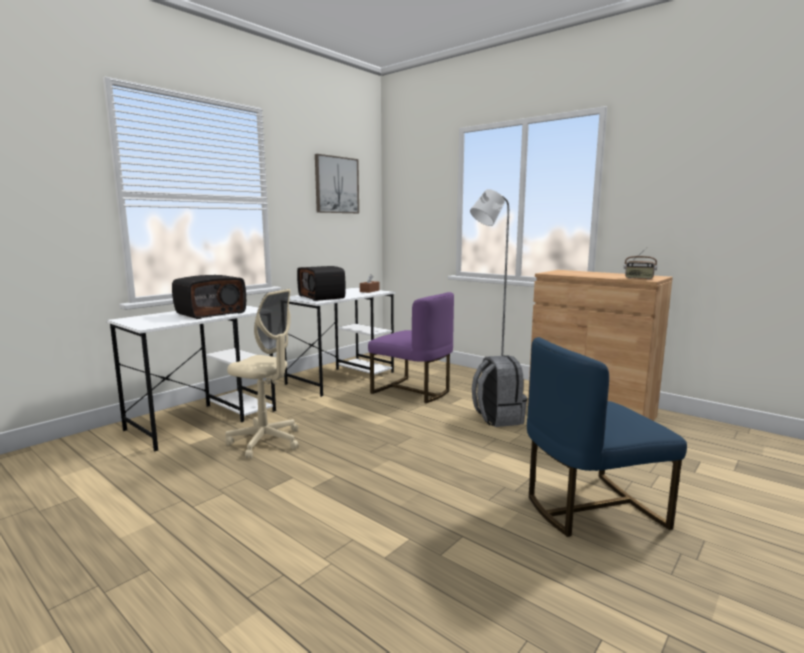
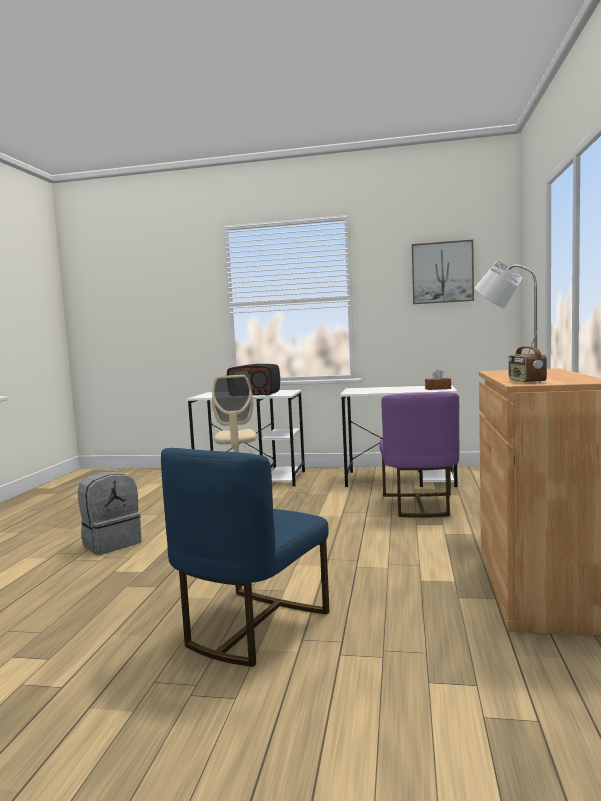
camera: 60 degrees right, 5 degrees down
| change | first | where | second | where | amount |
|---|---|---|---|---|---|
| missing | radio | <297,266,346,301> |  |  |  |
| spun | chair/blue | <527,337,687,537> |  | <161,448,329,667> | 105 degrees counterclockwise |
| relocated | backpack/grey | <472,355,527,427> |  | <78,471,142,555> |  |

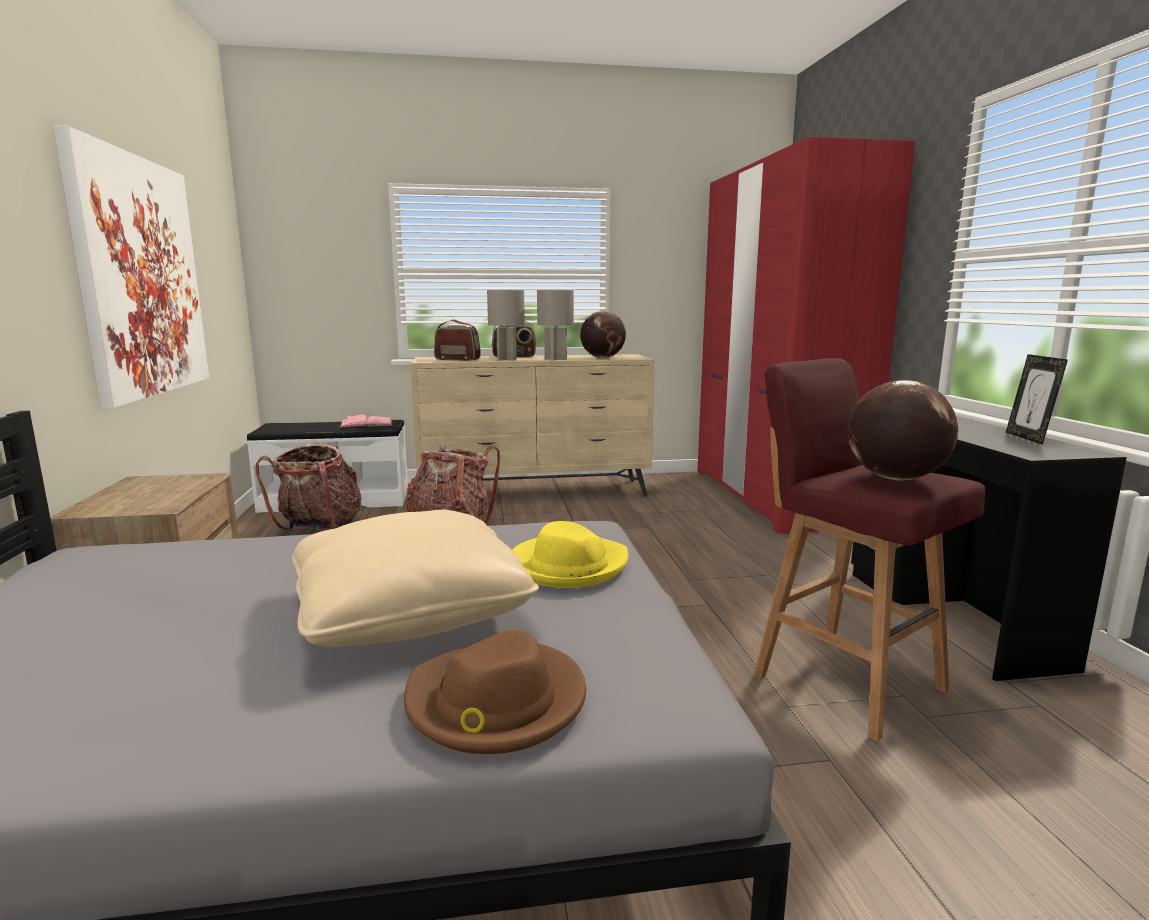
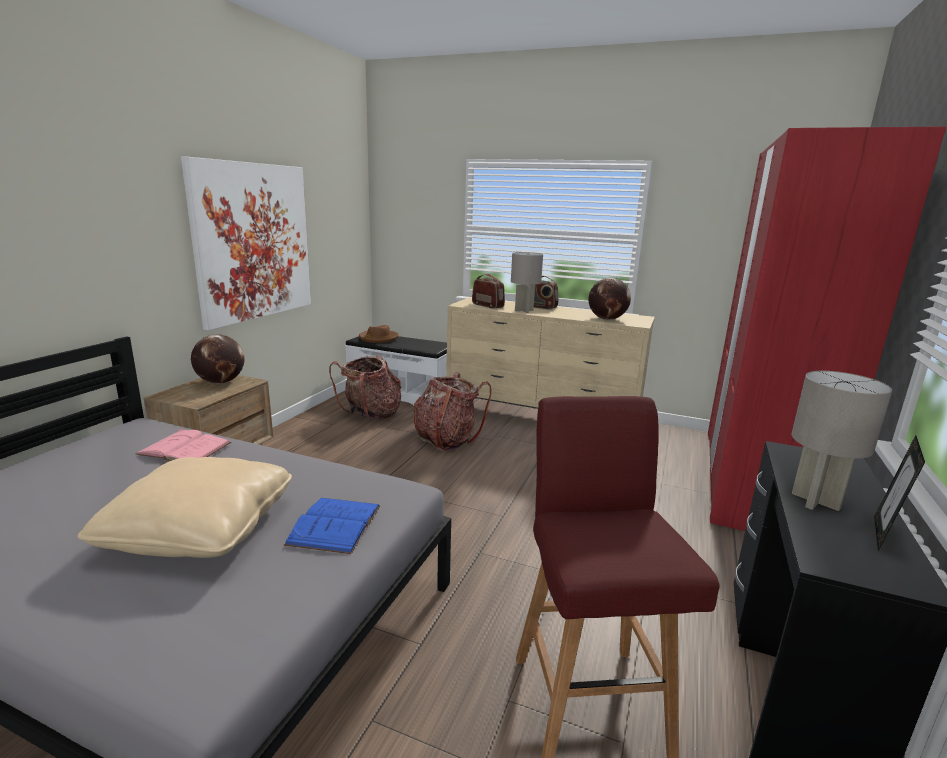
camera: 30 degrees right, 5 degrees up
| change | first | where | second | where | amount |
|---|---|---|---|---|---|
| relocated | table lamp/grey | <537,290,574,361> |  | <791,371,892,511> |  |
| relocated | globe | <848,380,958,481> |  | <191,334,245,384> |  |
| relocated | book/pink | <340,415,392,428> |  | <135,429,231,461> |  |
| exchanged | hat/yellow | <512,521,628,588> | book/blue | <284,498,380,554> |  |
| relocated | hat/brown | <404,630,586,754> |  | <359,325,399,343> |  |

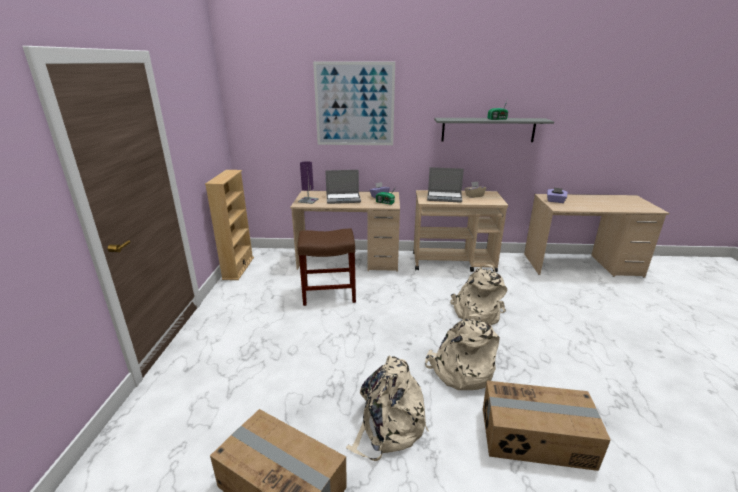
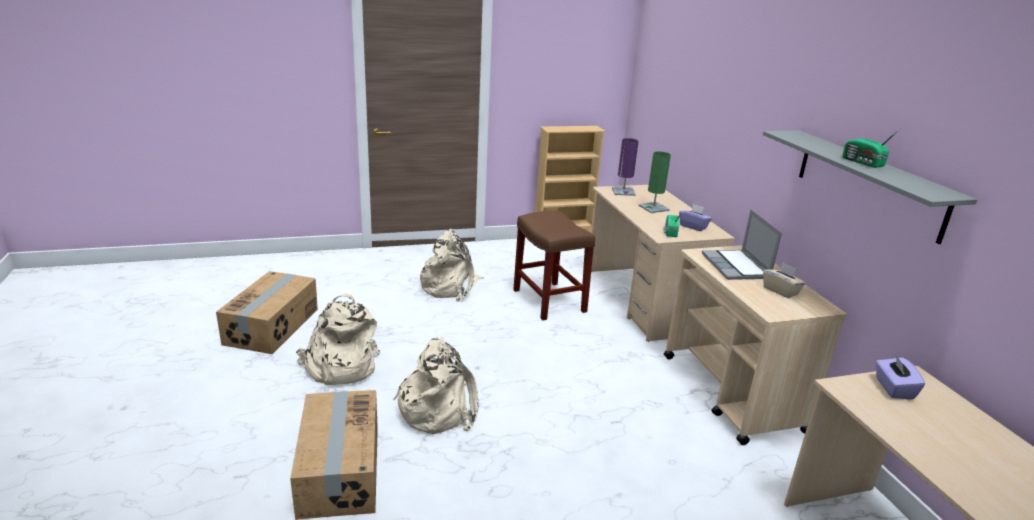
camera: 70 degrees right, 0 degrees up
| change | first | where | second | where | amount |
|---|---|---|---|---|---|
| missing | picture | <313,62,395,145> |  |  |  |
| exchanged | laptop | <325,170,361,204> | table lamp/green | <638,151,671,213> |  |
| relocated | backpack/beige | <450,264,507,325> |  | <420,229,485,301> |  |

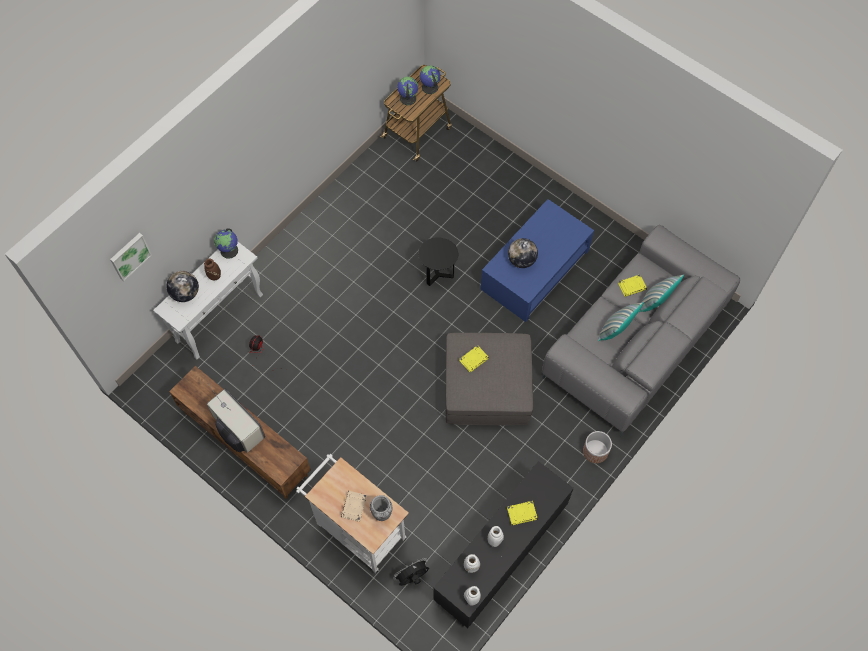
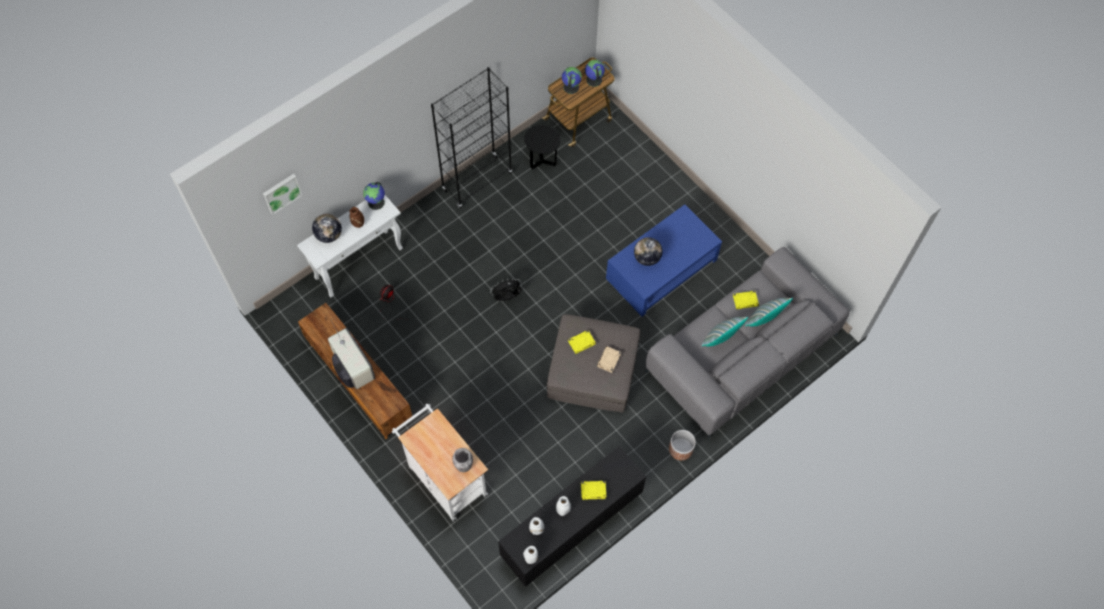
camera: 10 degrees right, 0 degrees up
| change | first | where | second | where | amount |
|---|---|---|---|---|---|
| relocated | side table/black | <418,237,458,286> |  | <524,125,561,170> |  |
| relocated | book/beige | <341,491,367,522> |  | <597,346,621,373> |  |
| relocated | fan/black | <393,558,429,586> |  | <490,278,522,301> |  |
| appeared |  |  | bookcase/black | <431,67,512,208> |  |

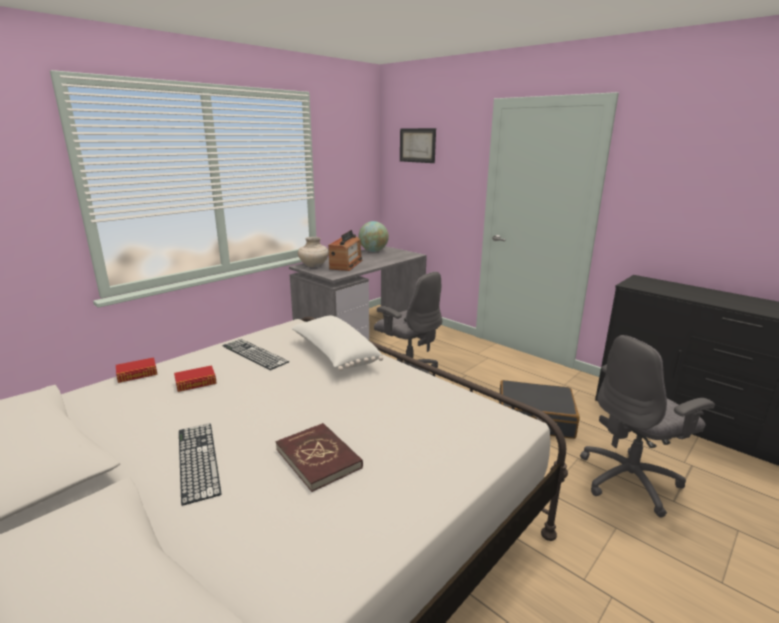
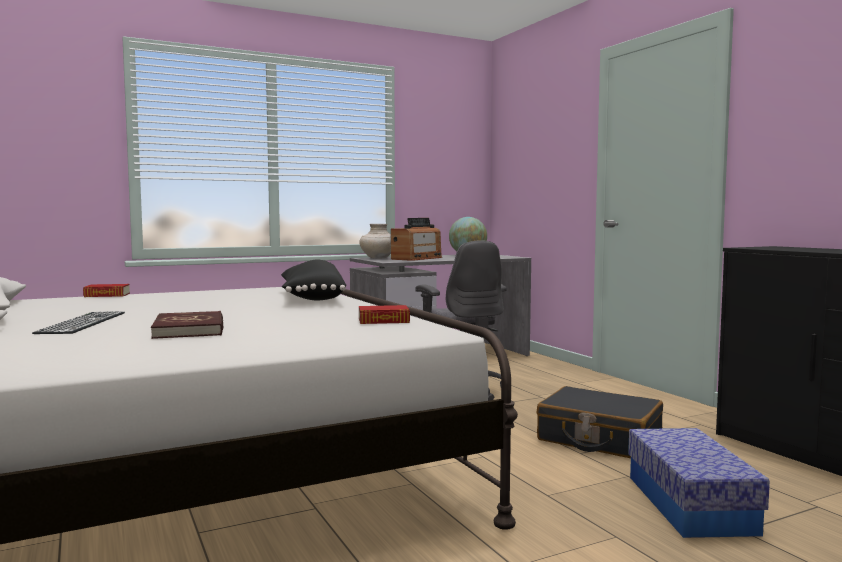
camera: 20 degrees right, 15 degrees down
| change | first | where | second | where | amount |
|---|---|---|---|---|---|
| missing | picture | <400,128,436,163> |  |  |  |
| colour | pillow/white | <292,316,383,371> | pillow/black | <281,260,346,300> |  |
| exchanged | office chair/grey | <580,335,715,517> | storage box | <628,428,770,538> |  |
| missing | keyboard | <222,339,289,370> |  |  |  |
| relocated | book | <174,365,217,392> |  | <359,305,410,324> |  |

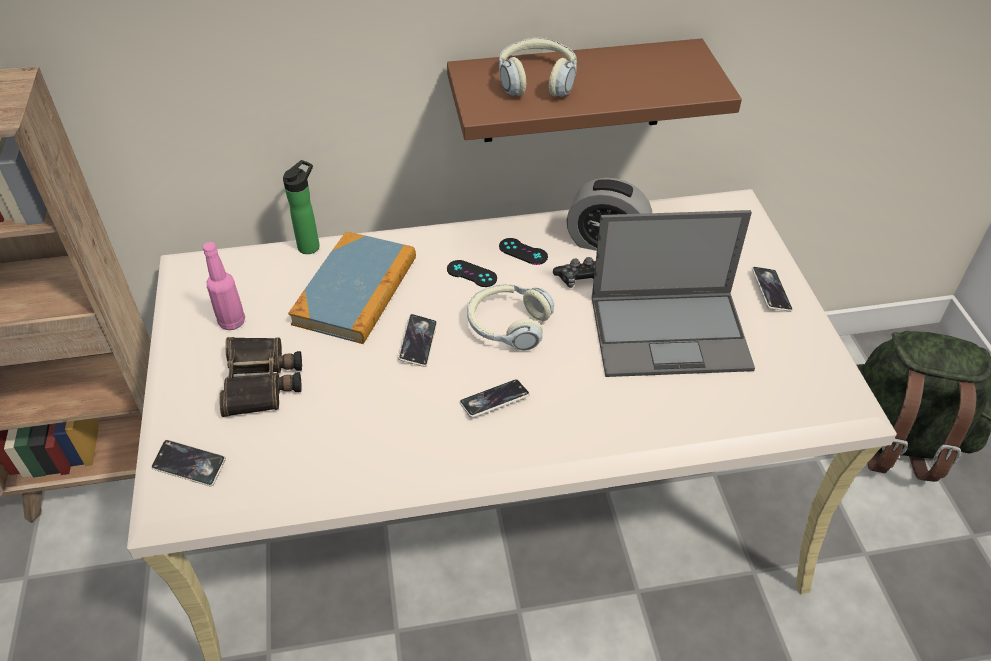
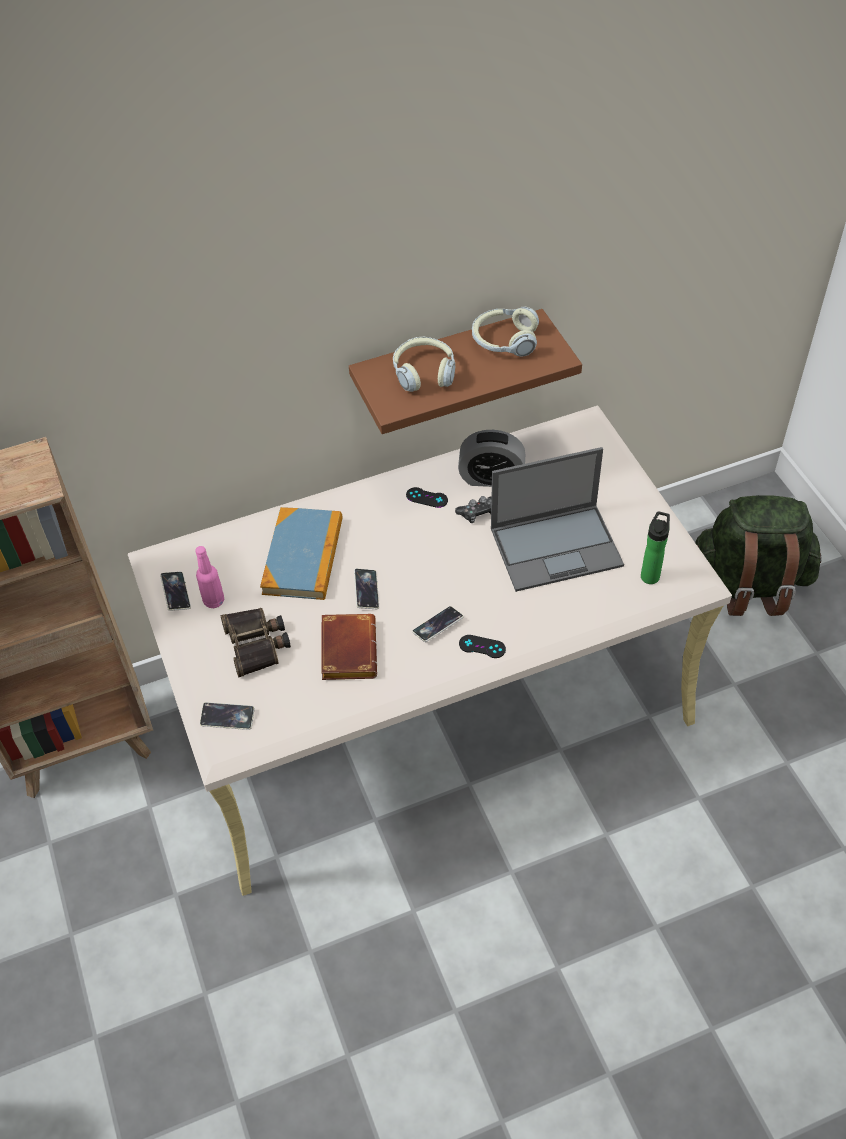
camera: 10 degrees left, 5 degrees up
| change | first | where | second | where | amount |
|---|---|---|---|---|---|
| relocated | bottle | <283,160,320,254> |  | <641,511,670,584> |  |
| relocated | game controller/black | <447,260,497,287> |  | <459,635,506,658> |  |
| relocated | phone | <752,267,793,312> |  | <160,572,191,611> |  |
| relocated | headphones | <467,284,554,351> |  | <472,307,539,357> |  |
| appeared |  |  | book/brown | <322,614,377,680> |  |

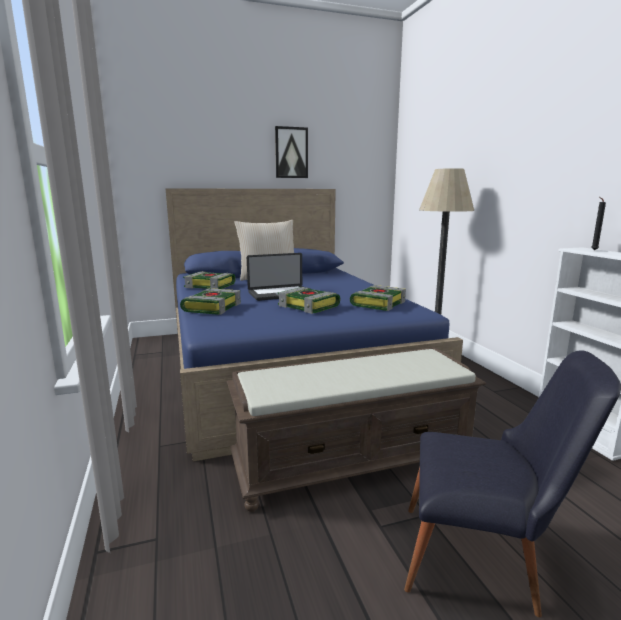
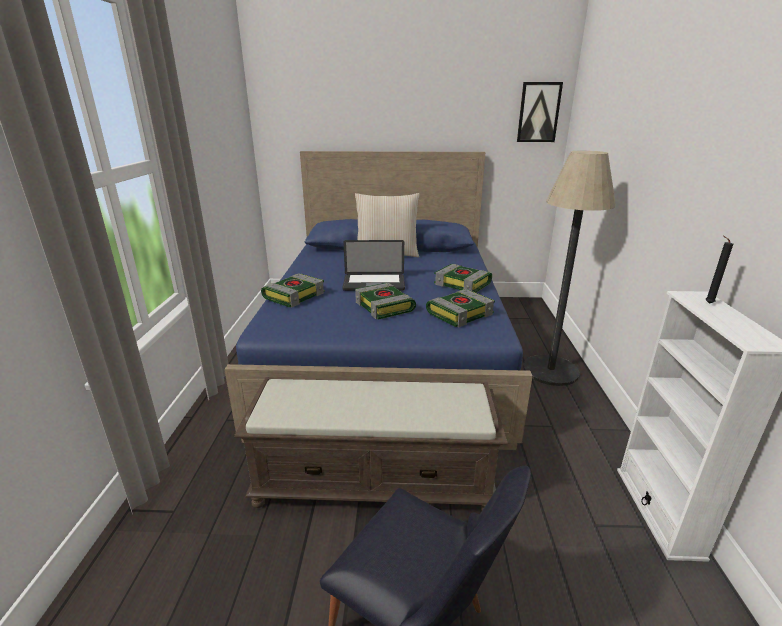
camera: 20 degrees right, 10 degrees up
| change | first | where | second | where | amount |
|---|---|---|---|---|---|
| relocated | picture | <275,126,308,178> |  | <517,82,563,142> |  |
| relocated | book | <183,271,236,289> |  | <434,264,492,292> |  |

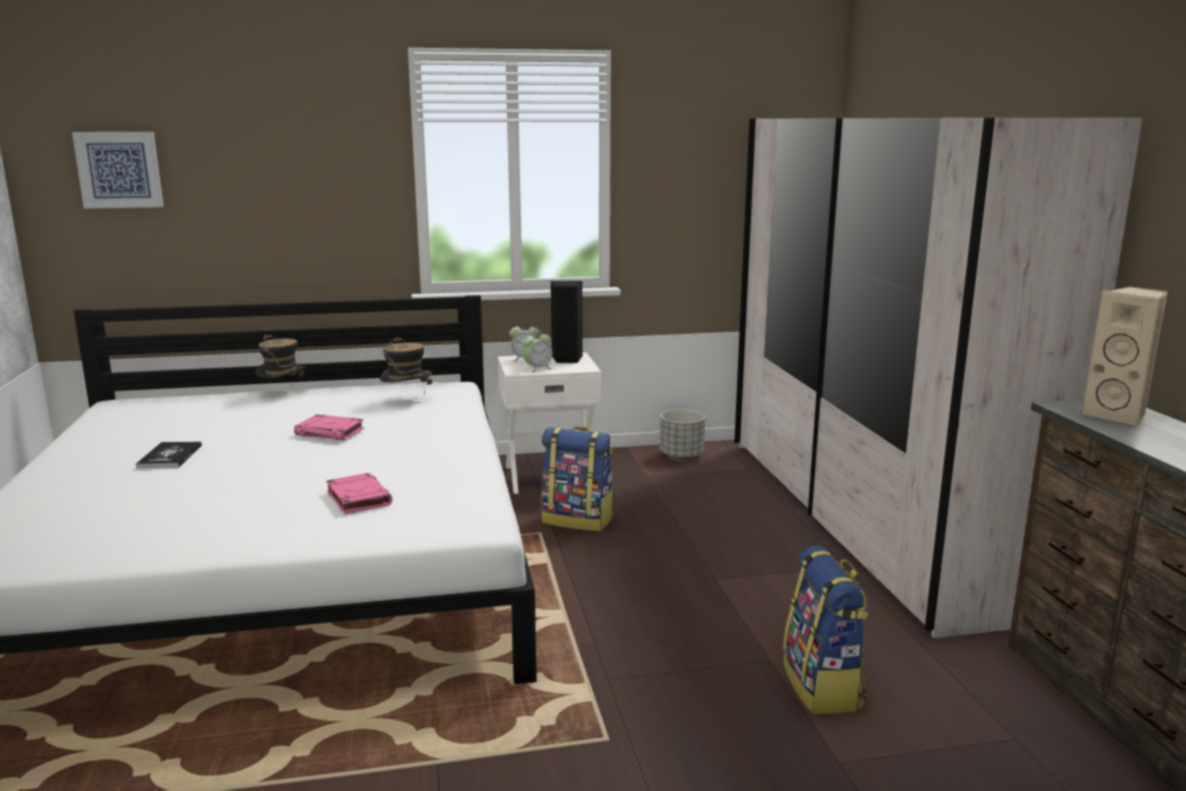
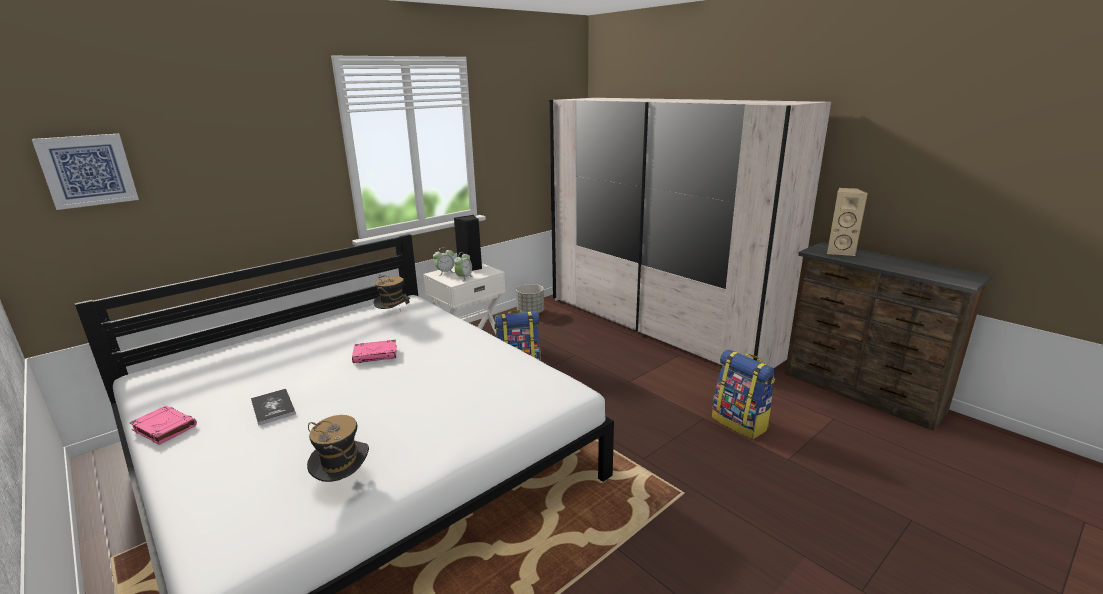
camera: 30 degrees left, 5 degrees up
| change | first | where | second | where | amount |
|---|---|---|---|---|---|
| relocated | hat | <255,334,306,387> |  | <307,415,369,482> |  |
| relocated | book/pink | <326,473,392,514> |  | <129,406,197,445> |  |

